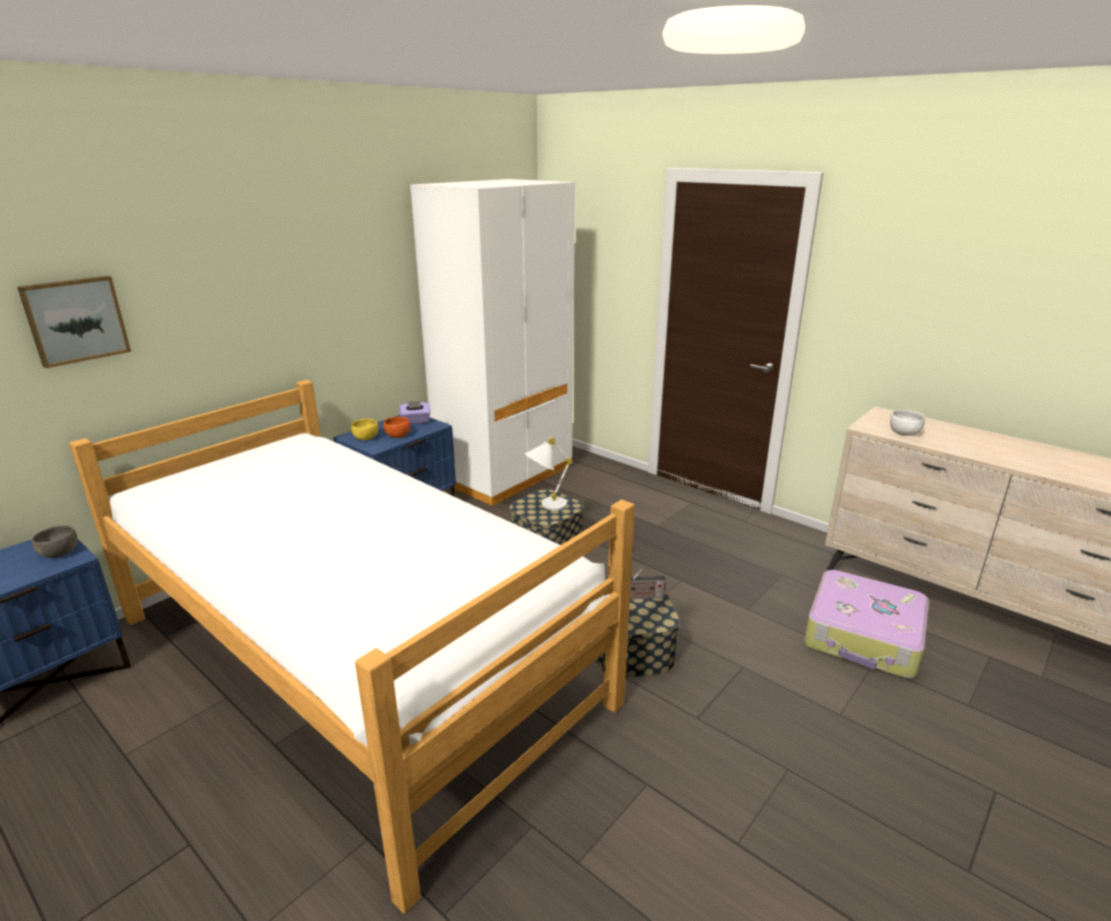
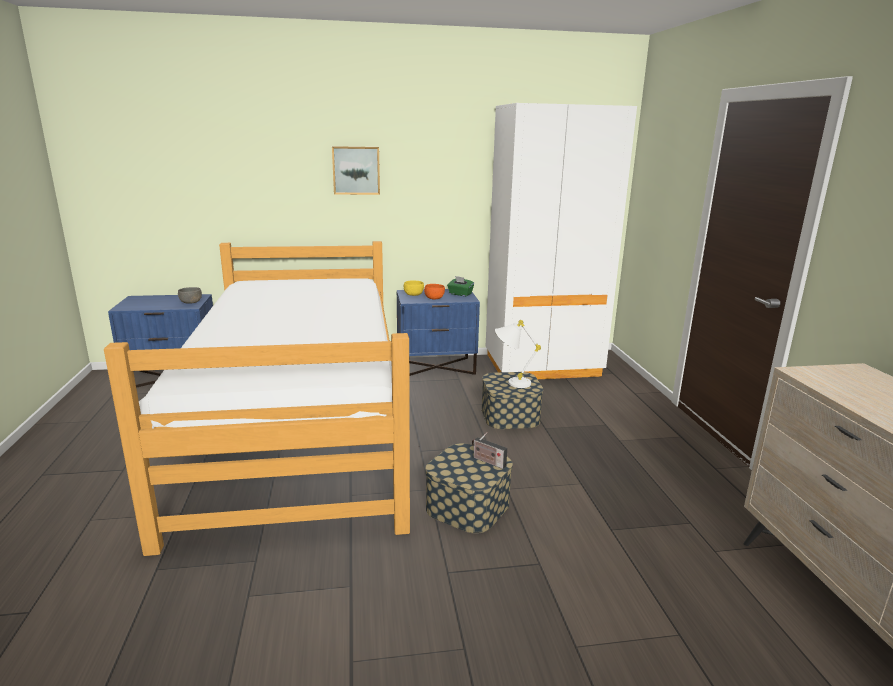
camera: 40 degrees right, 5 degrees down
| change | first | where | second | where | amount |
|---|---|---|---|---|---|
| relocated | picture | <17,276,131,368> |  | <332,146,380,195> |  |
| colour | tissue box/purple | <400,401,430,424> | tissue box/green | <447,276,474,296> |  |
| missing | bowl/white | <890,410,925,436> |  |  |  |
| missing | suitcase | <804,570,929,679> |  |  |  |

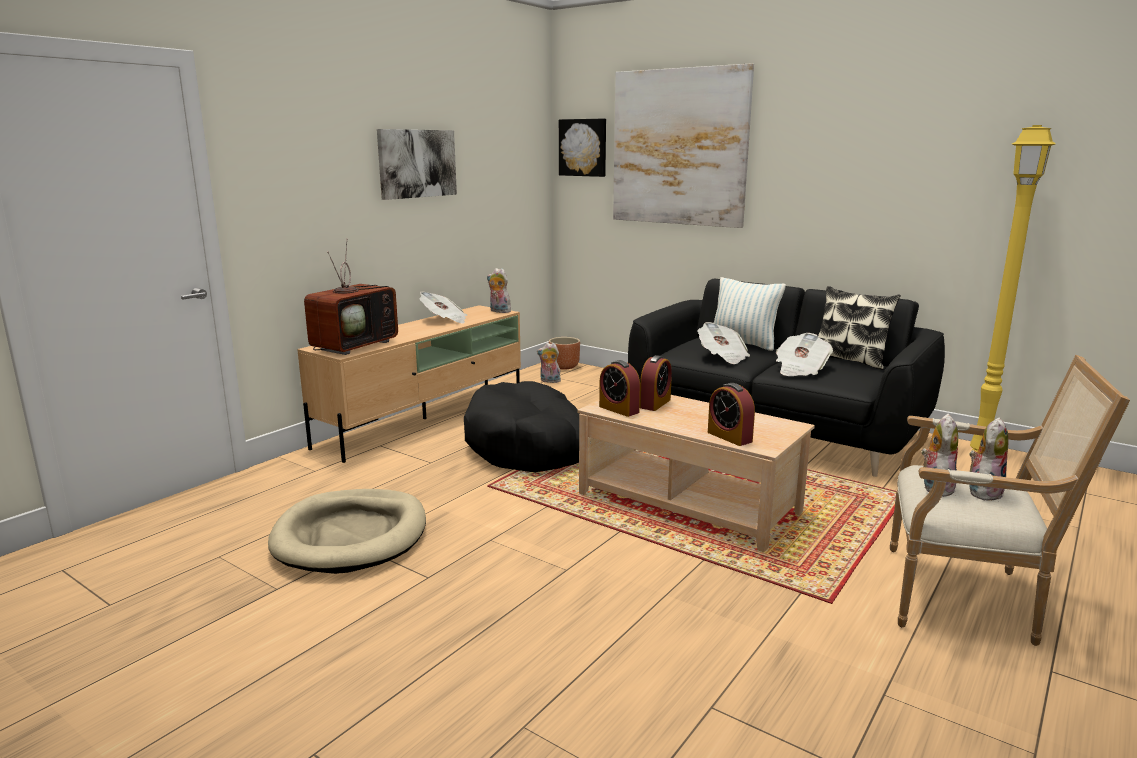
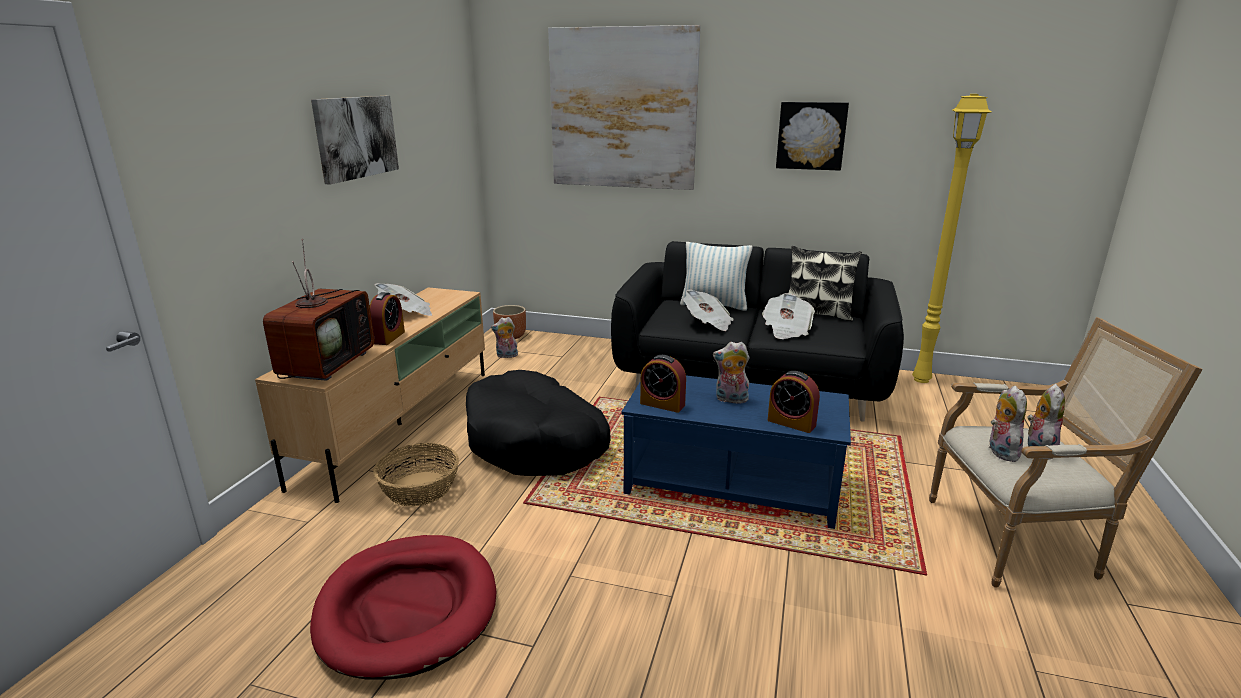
camera: 20 degrees left, 5 degrees up
| change | first | where | second | where | amount |
|---|---|---|---|---|---|
| relocated | picture | <559,119,606,177> |  | <776,102,849,171> |  |
| relocated | plush toy | <487,268,511,313> |  | <713,342,750,403> |  |
| relocated | alarm clock | <640,355,672,411> |  | <370,292,405,345> |  |
| colour | coffee table/beige | <577,395,815,552> | coffee table/blue | <621,375,851,529> |  |
| colour | dog bed/beige | <268,489,426,574> | dog bed/red | <310,535,497,679> |  |
| appeared |  |  | basket | <373,443,459,507> |  |

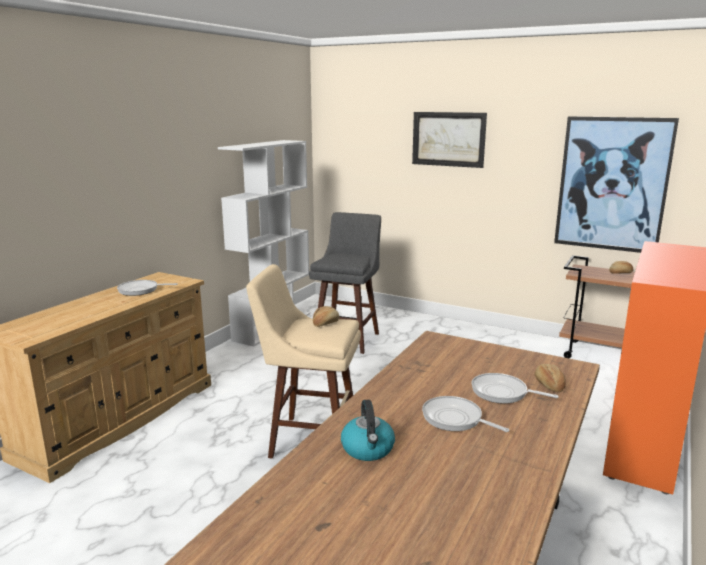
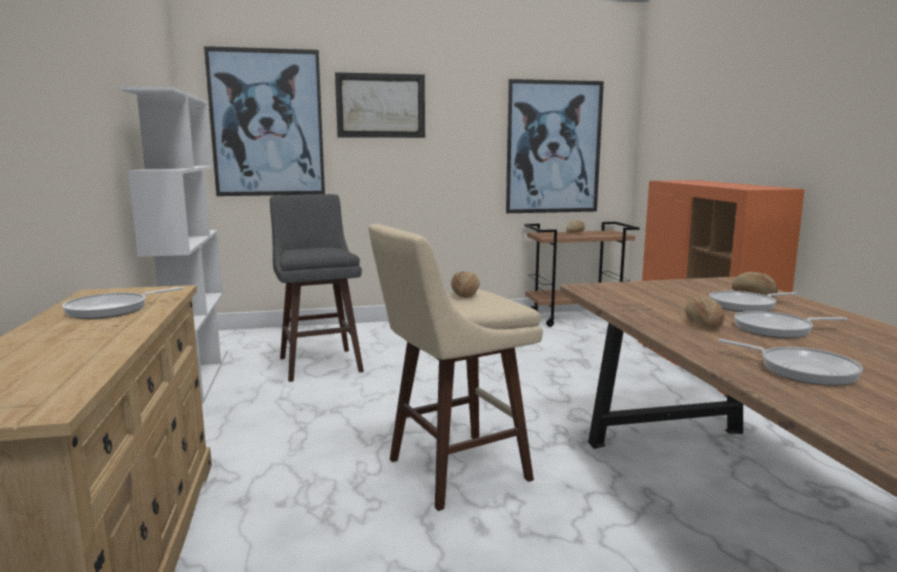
camera: 40 degrees left, 5 degrees down
| change | first | where | second | where | amount |
|---|---|---|---|---|---|
| exchanged | kettle | <341,400,395,461> | frying pan | <718,339,863,386> |  |
| appeared |  |  | picture | <204,46,325,196> |  |
| appeared |  |  | bread | <685,297,725,329> |  |

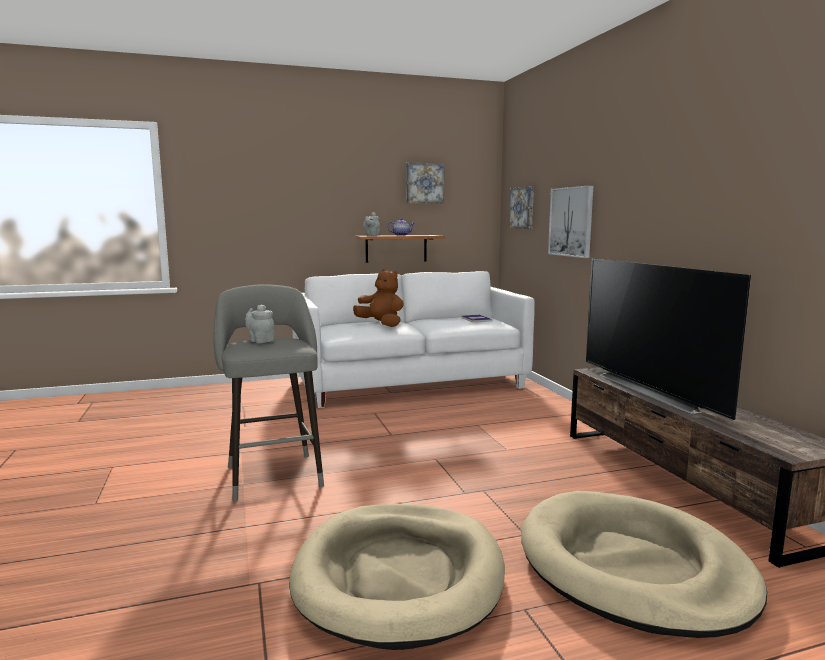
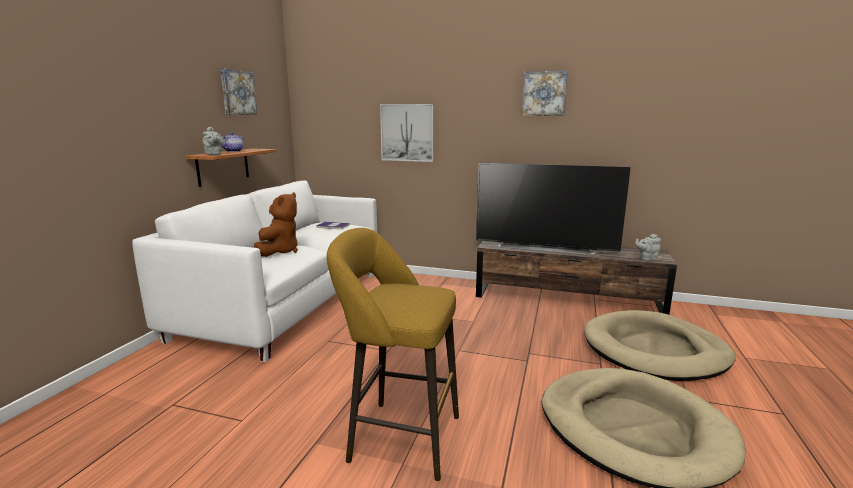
camera: 55 degrees left, 5 degrees up
| change | first | where | second | where | amount |
|---|---|---|---|---|---|
| relocated | picture | <509,186,534,229> |  | <521,70,568,116> |  |
| spun | plush toy/brown | <353,269,404,327> |  | <254,192,298,257> | 120 degrees clockwise |
| colour | stool/grey | <213,284,324,501> | stool/yellow | <327,228,459,481> |  |
| relocated | teapot/grey | <245,305,274,343> |  | <635,234,661,261> |  |

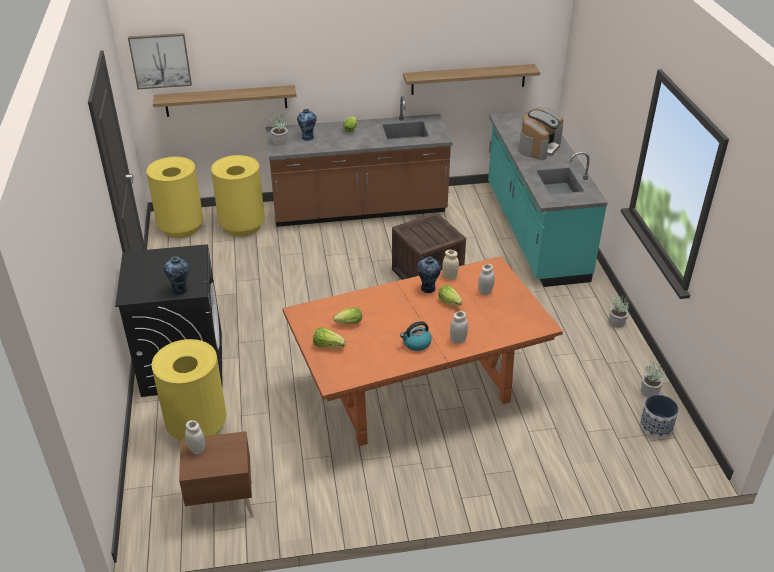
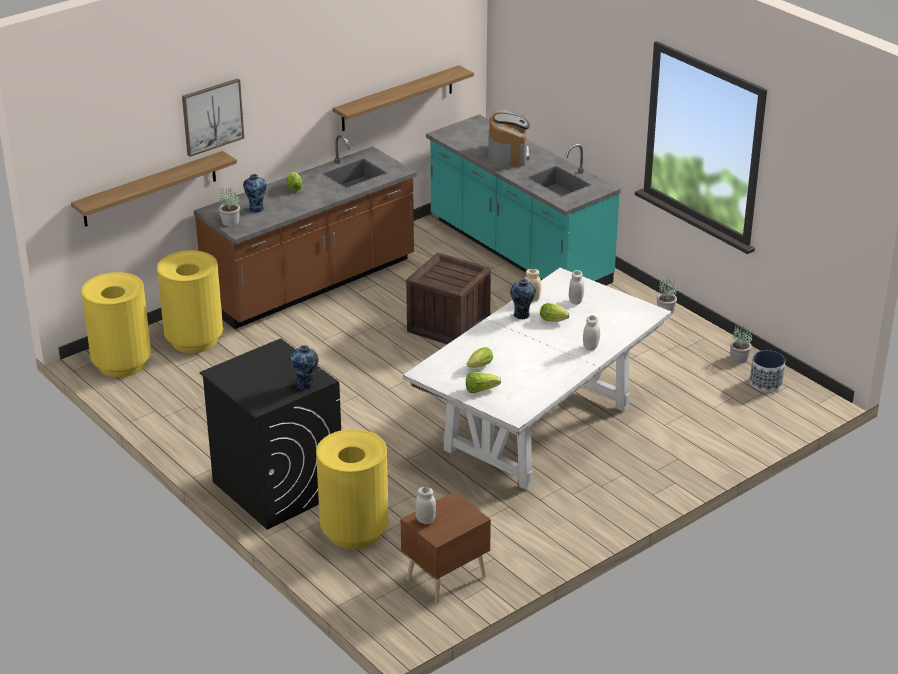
camera: 30 degrees left, 5 degrees down
| change | first | where | second | where | amount |
|---|---|---|---|---|---|
| relocated | picture | <128,33,192,89> |  | <182,78,244,157> |  |
| colour | dining table/orange | <282,256,563,446> | dining table/white | <403,268,672,490> |  |
| missing | kettle | <400,321,432,351> |  |  |  |

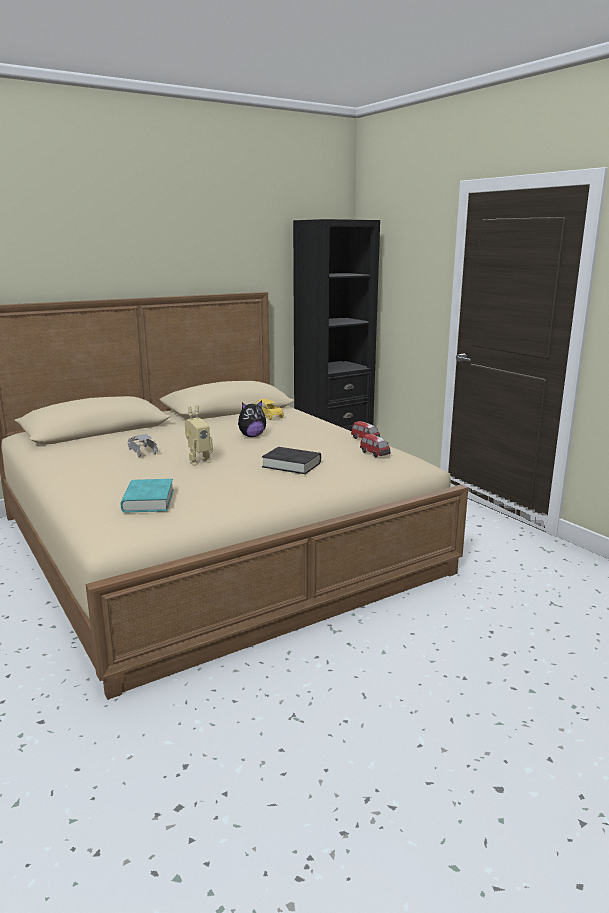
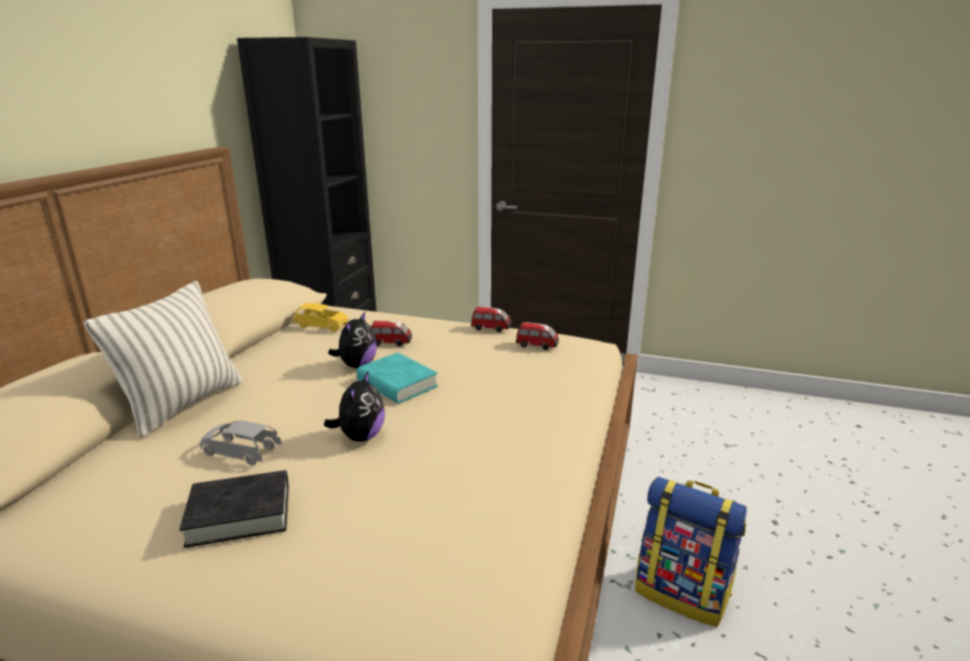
camera: 40 degrees left, 5 degrees up
| change | first | where | second | where | amount |
|---|---|---|---|---|---|
| exchanged | toy robot | <185,406,213,466> | plush toy | <324,370,385,441> |  |
| relocated | book/black | <262,447,321,474> |  | <179,470,289,548> |  |
| relocated | book/turquoise | <121,479,174,513> |  | <357,352,438,404> |  |
| appeared |  |  | pillow | <84,281,242,438> |  |
| appeared |  |  | toy car | <371,321,412,347> |  |
| appeared |  |  | backpack | <635,477,747,627> |  |

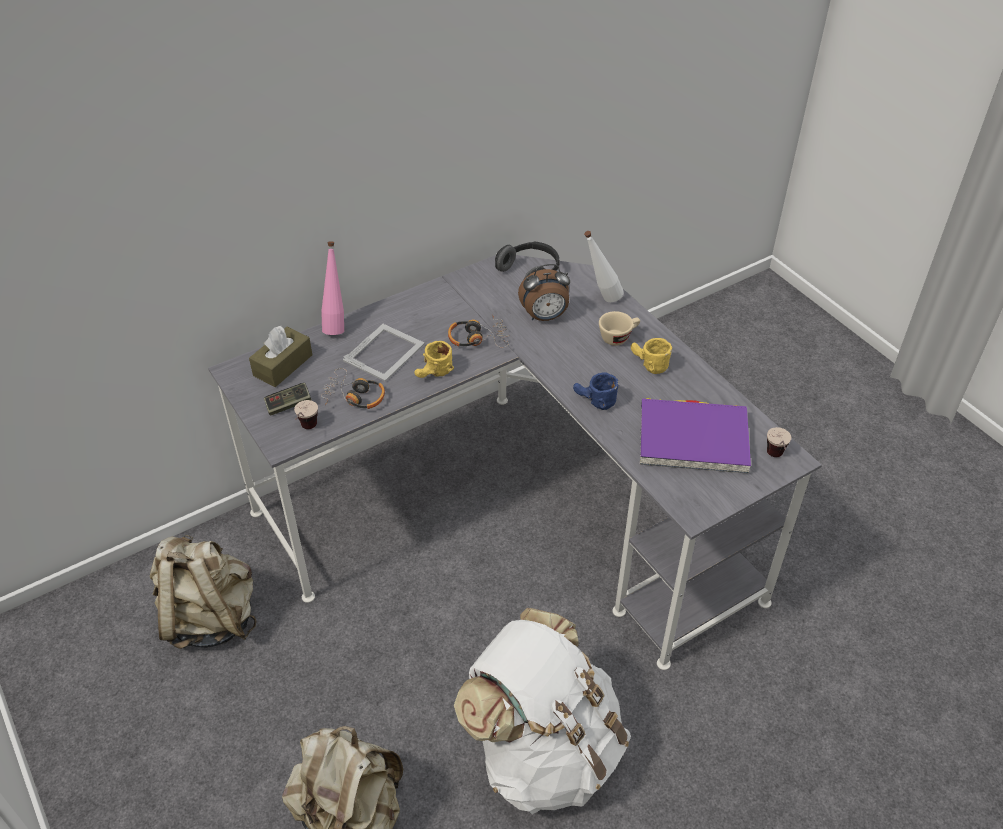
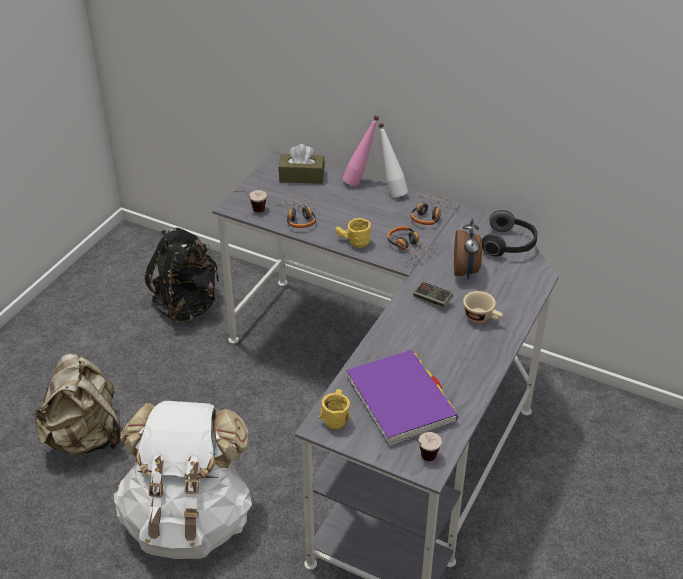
camera: 60 degrees right, 5 degrees down
| change | first | where | second | where | amount |
|---|---|---|---|---|---|
| relocated | bottle/white | <584,231,624,302> |  | <378,123,408,197> |  |
| spun | alarm clock | <518,264,570,321> |  | <454,219,482,279> | 135 degrees counterclockwise |
| missing | picture frame | <343,324,425,382> |  |  |  |
| relocated | mug/yellow | <631,338,672,374> |  | <319,389,350,430> |  |
| missing | mug/blue | <573,372,619,410> |  |  |  |
| relocated | game controller | <264,383,312,416> |  | <413,282,453,307> |  |
| colour | backpack/beige | <150,535,257,649> | backpack/black | <145,228,219,323> |  |
| appeared |  |  | headphones | <410,194,458,225> |  |

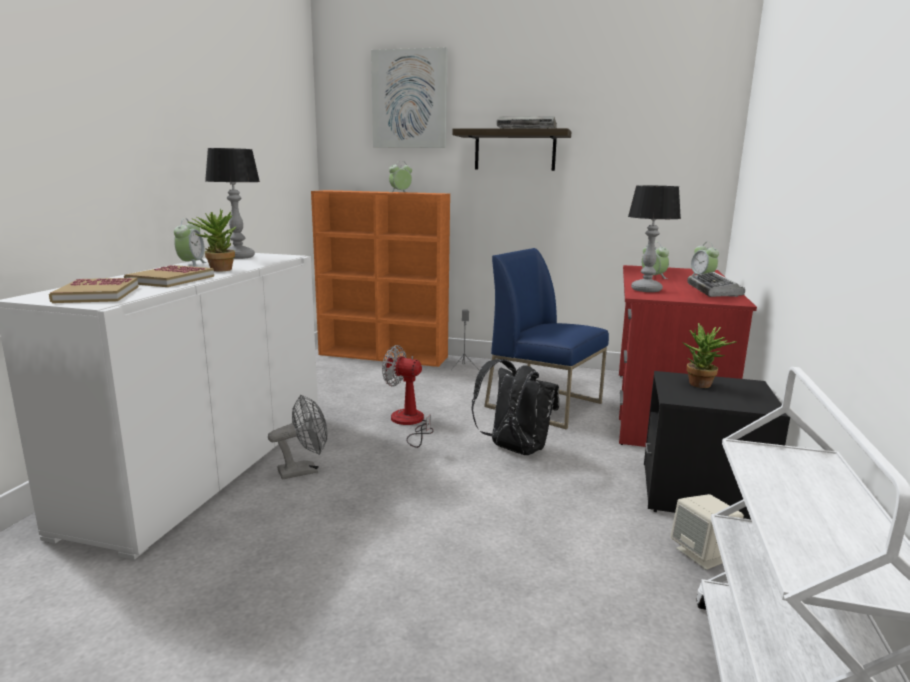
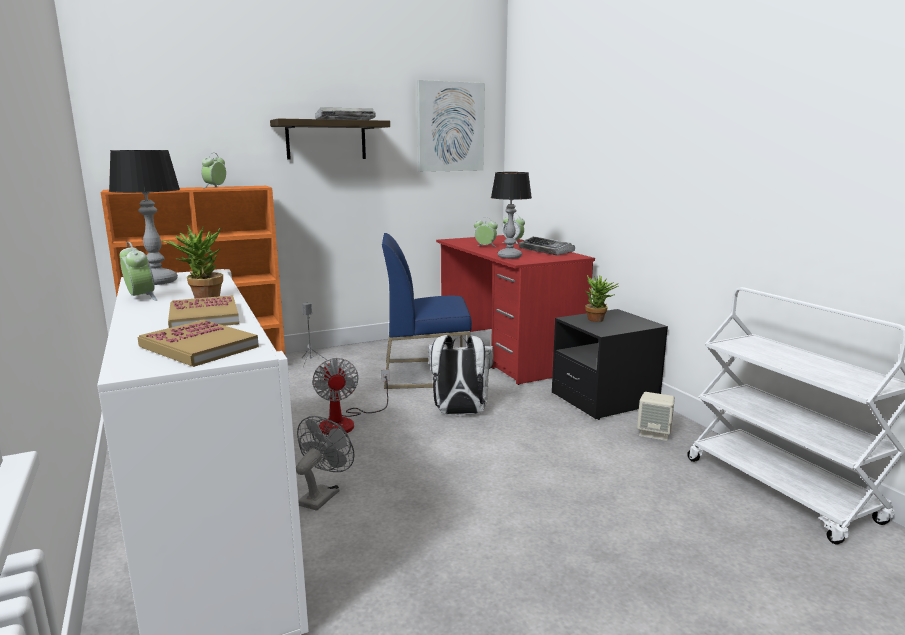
camera: 40 degrees left, 0 degrees up
| change | first | where | second | where | amount |
|---|---|---|---|---|---|
| relocated | picture | <371,47,447,148> |  | <417,80,485,172> |  |
| spun | fan | <382,345,434,448> |  | <312,358,390,435> | 90 degrees counterclockwise |
| colour | backpack/black | <472,359,559,455> | backpack/white | <428,335,493,414> |  |

